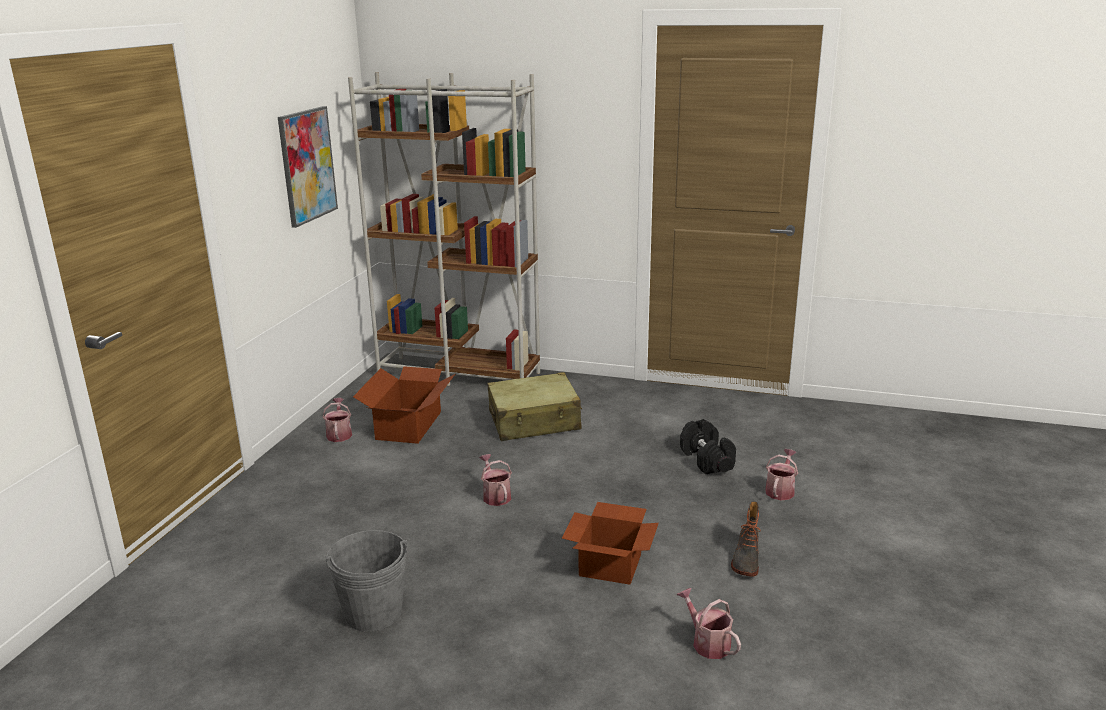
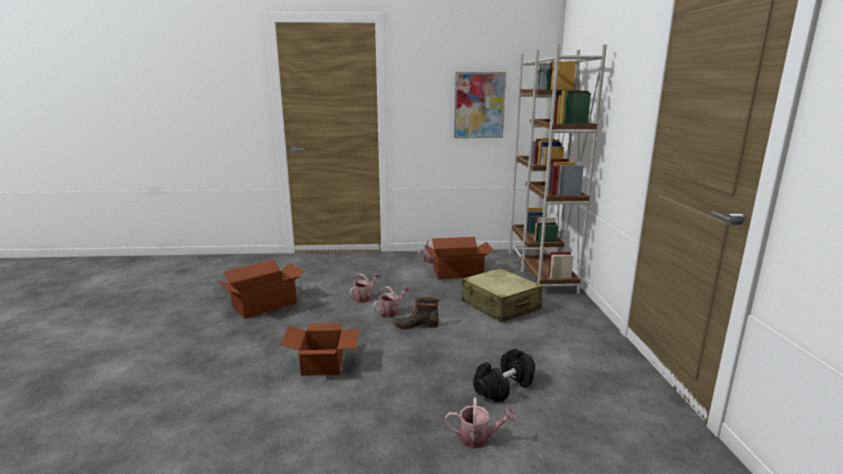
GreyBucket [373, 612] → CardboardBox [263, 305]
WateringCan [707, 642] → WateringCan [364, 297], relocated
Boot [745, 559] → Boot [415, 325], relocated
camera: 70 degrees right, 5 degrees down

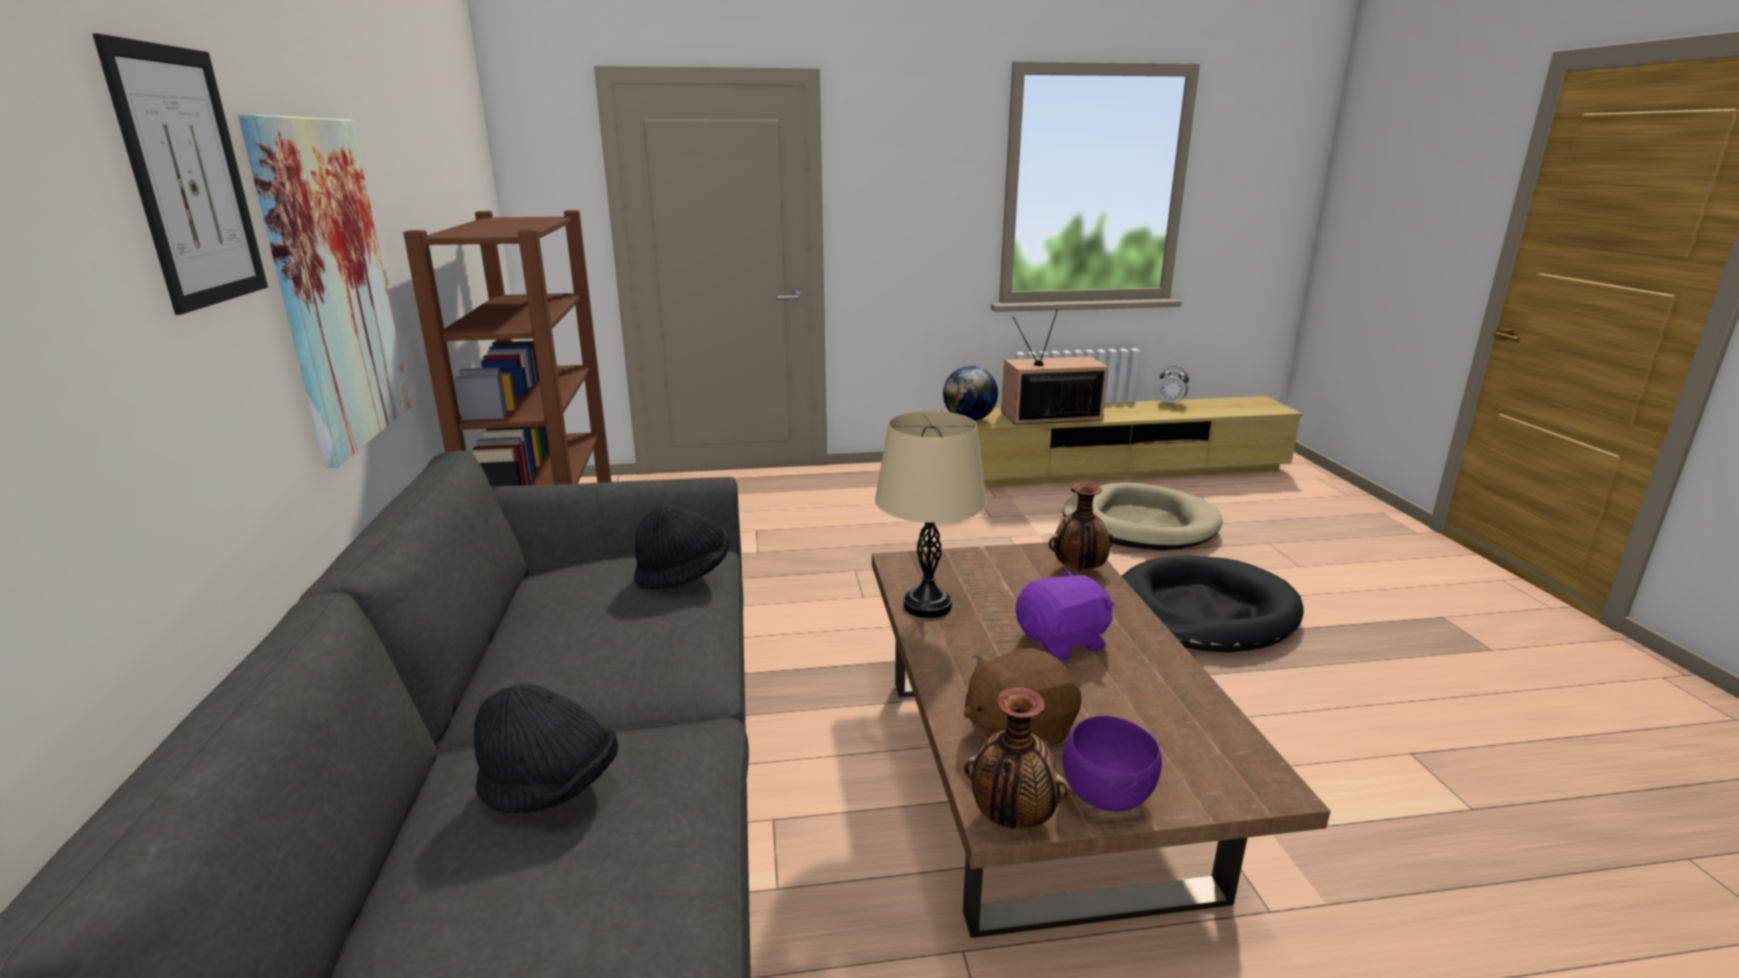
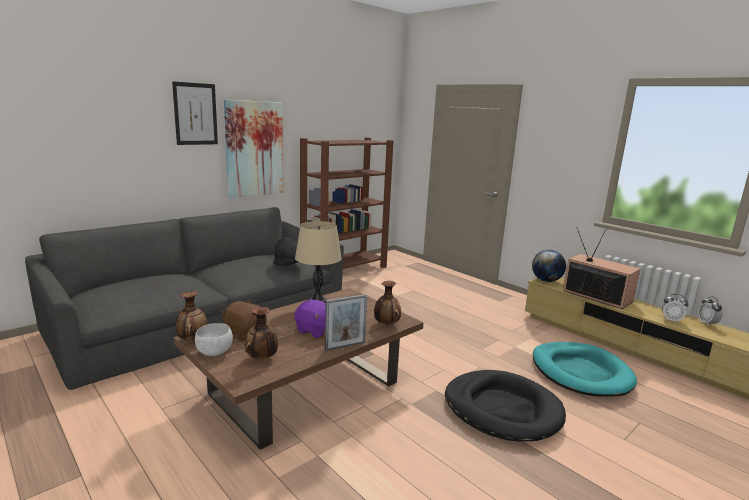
BlackHat [550, 787] → -
BeigeDogBed [1139, 524] → TurquoiseDogBed [580, 372]
PurpleBowl [1108, 796] → WhiteBowl [215, 353]
- → Vase [262, 358]
- → PictureFrame [345, 346]
- → AlarmClock [671, 320]
camera: 55 degrees right, 5 degrees down

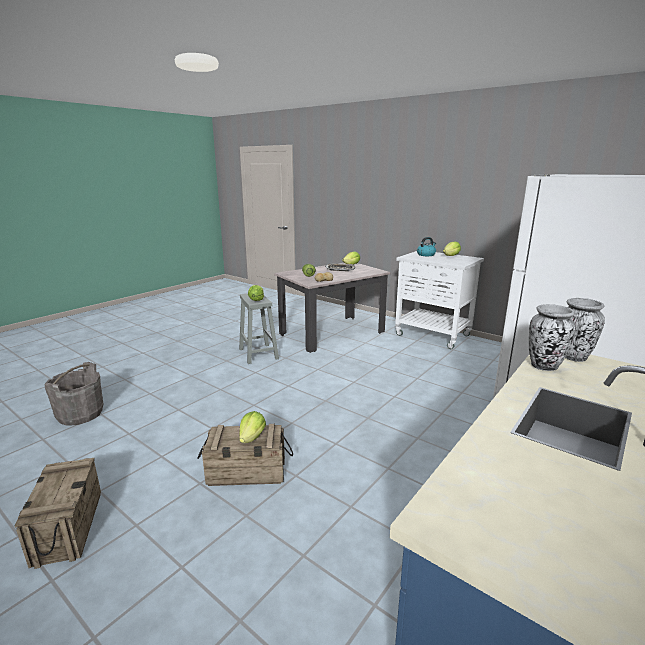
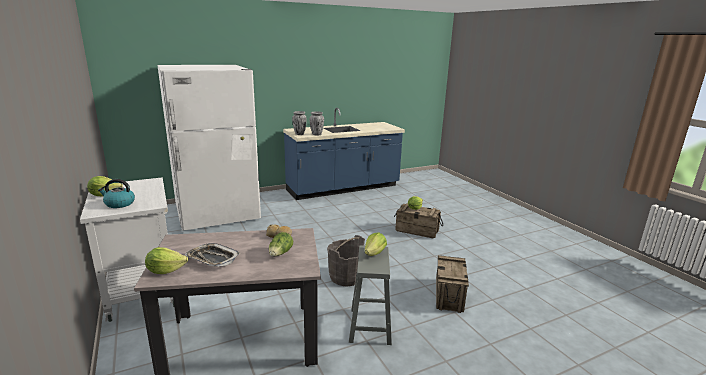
Crate [68, 527] → Crate [449, 295], relocated
GreyBucket [80, 414] → GreyBucket [346, 277], relocated
camera: 155 degrees left, 0 degrees up

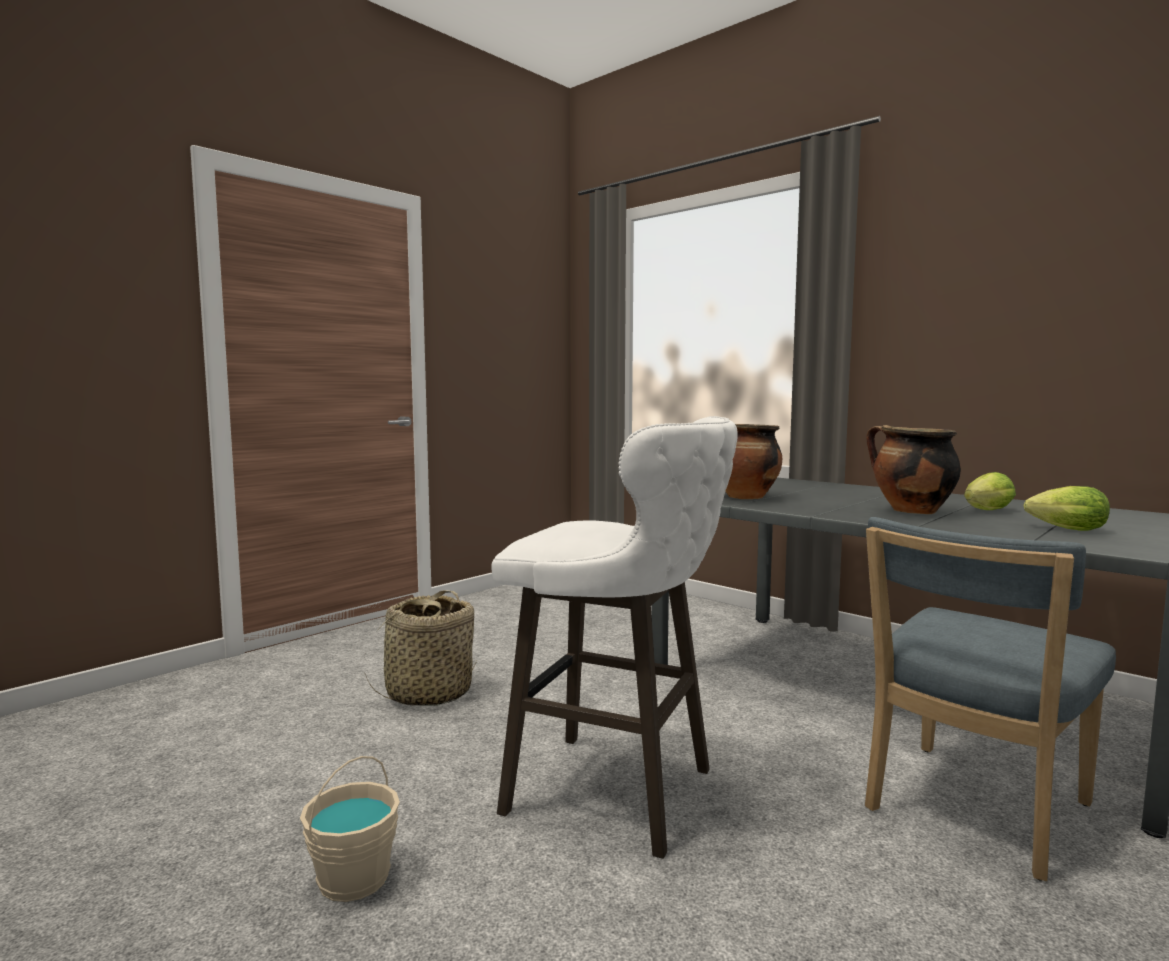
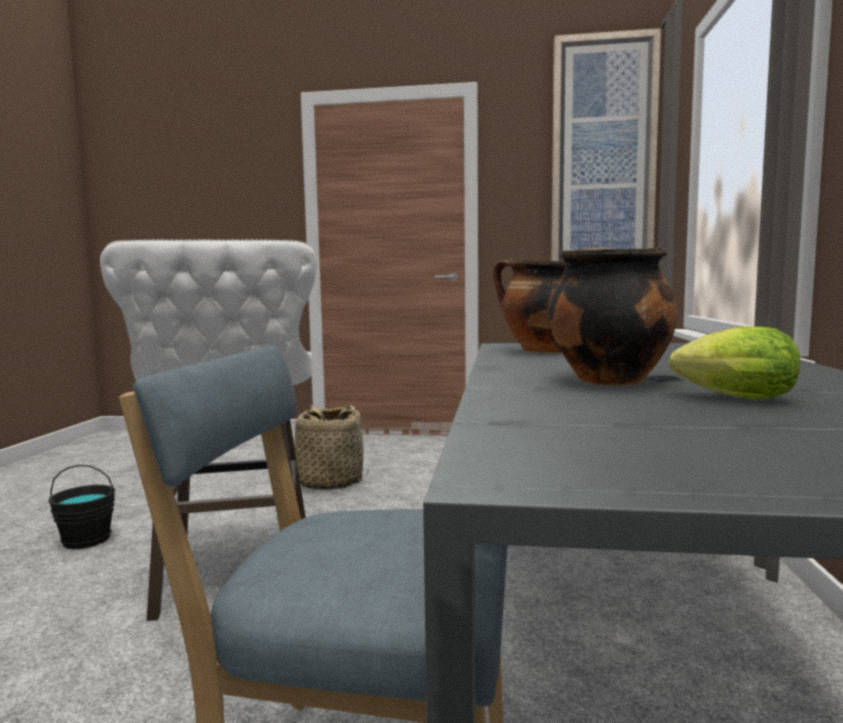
BeigeBucket [353, 878] → BlackBucket [87, 540]
Lettuce [1063, 529] → -
- → Picture [603, 154]
camera: 55 degrees right, 0 degrees up

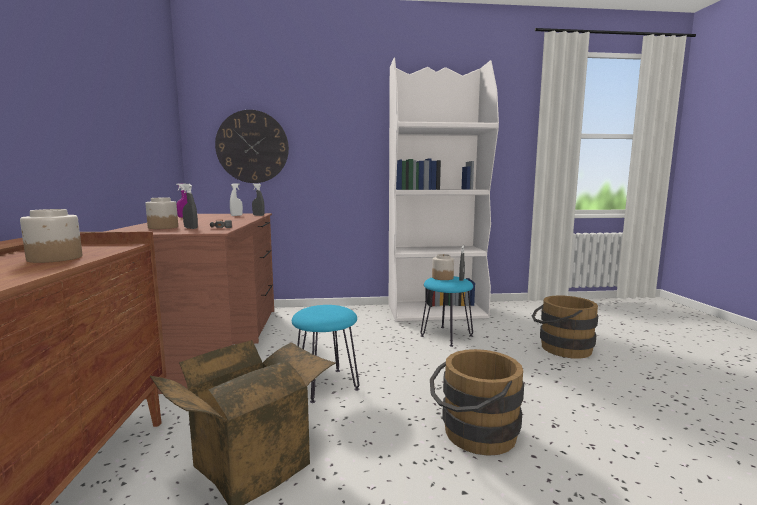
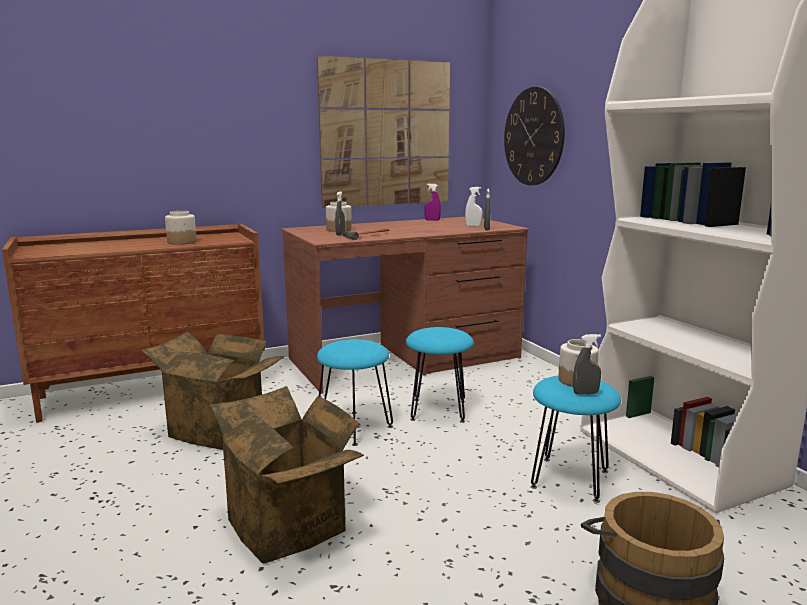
BrownBucket [473, 434] → CardboardBox [292, 524]
- → Picture [386, 133]
- → TurquoiseStool [438, 410]
camera: 70 degrees right, 5 degrees up

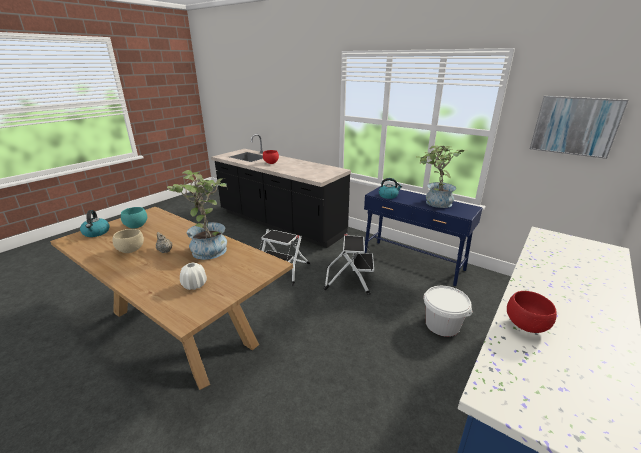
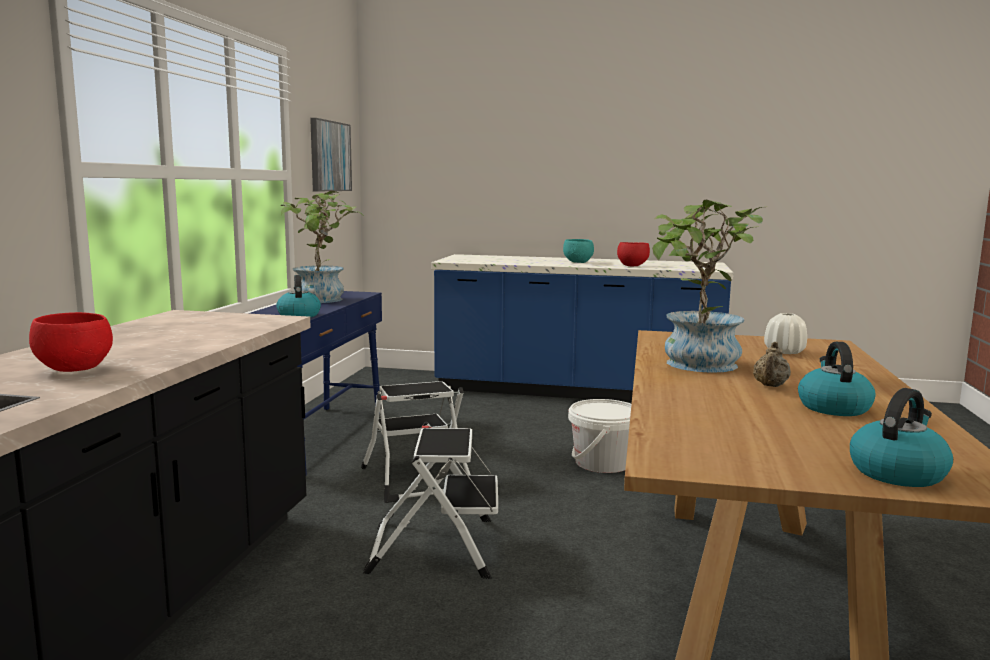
BeigeBowl [131, 250] → Kettle [833, 407]
TurquoiseBowl [136, 226] → TurquoiseBowl [578, 262], relocated
WhiteBucket [442, 325] → WhiteBucket [602, 463], relocated
camera: 115 degrees left, 15 degrees down

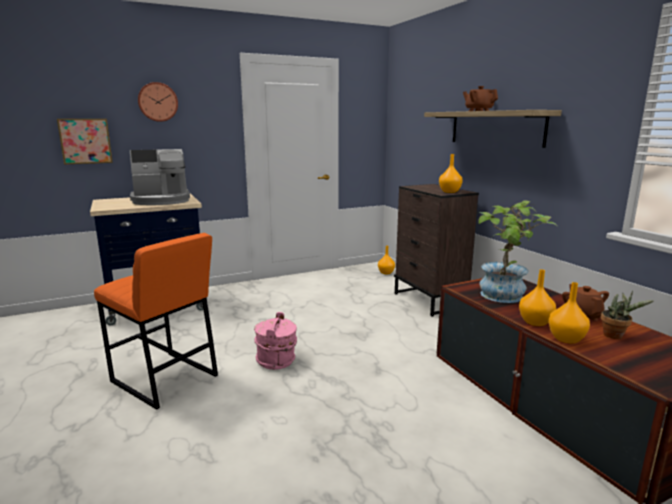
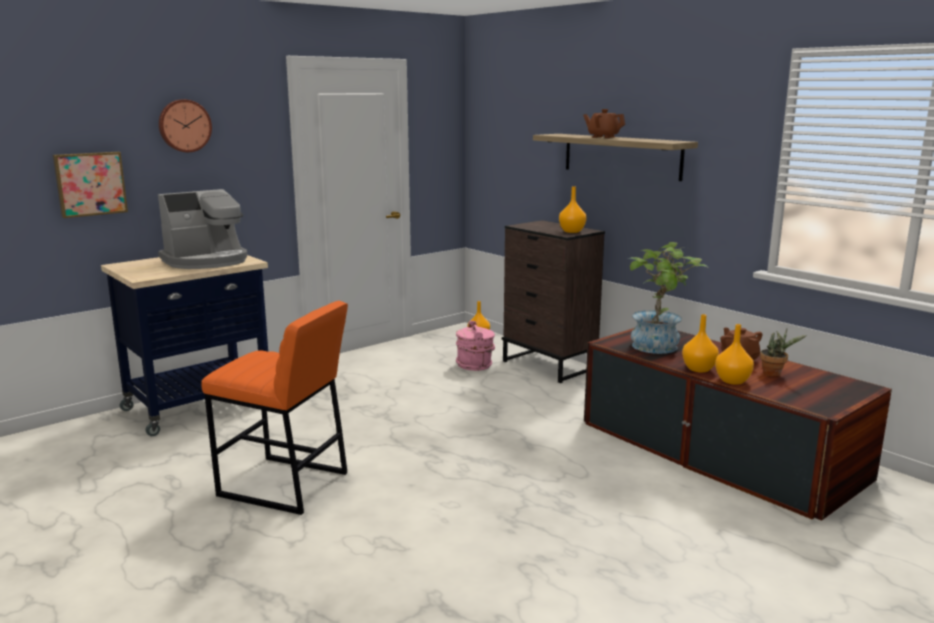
PinkBucket [276, 361] → PinkBucket [475, 365], relocated
camera: 15 degrees left, 0 degrees up

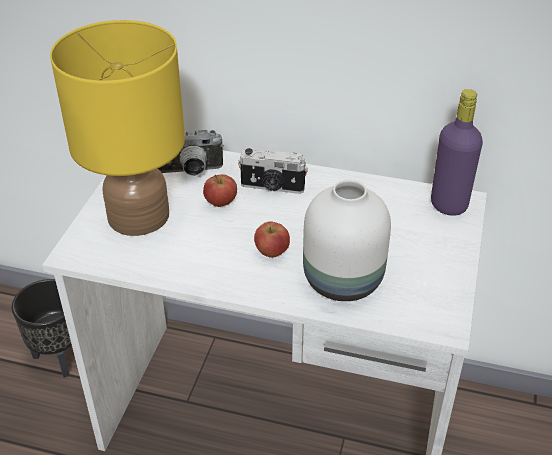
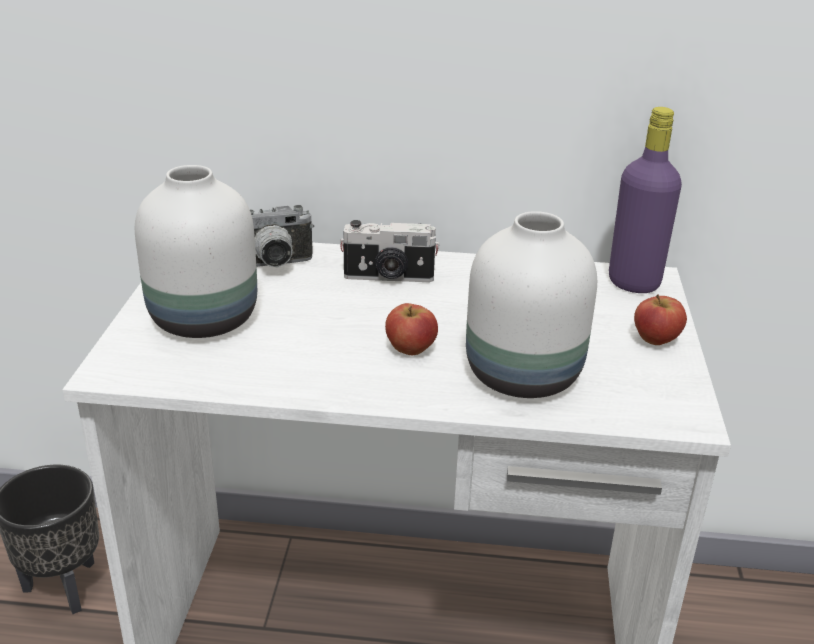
YellowTableLamp [137, 216] → WhiteVase [201, 320]
Apple [221, 203] → Apple [656, 340], relocated
camera: 10 degrees left, 10 degrees down

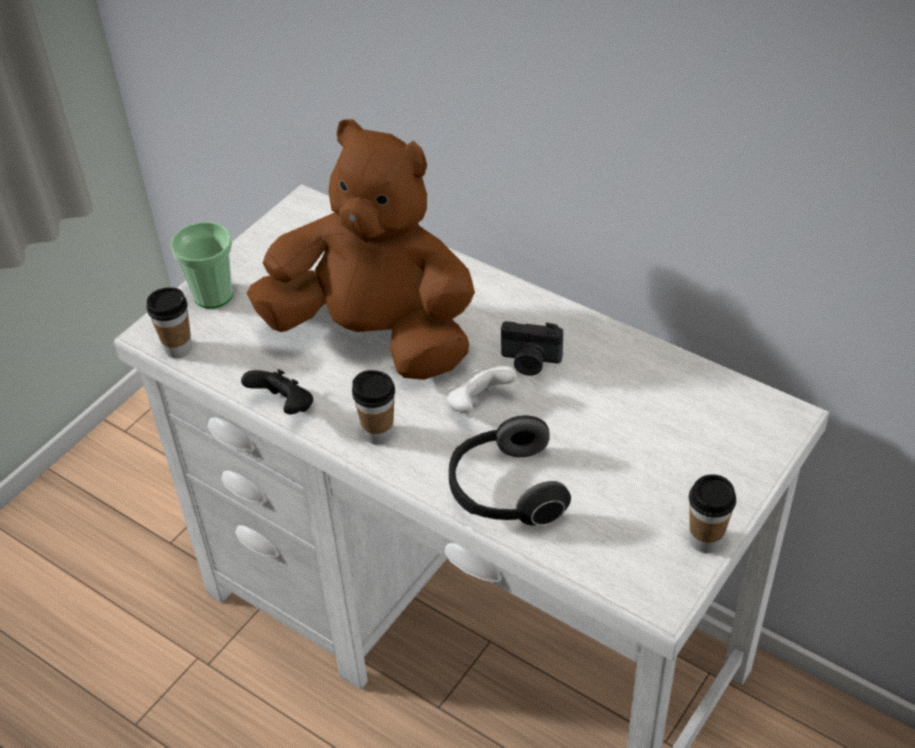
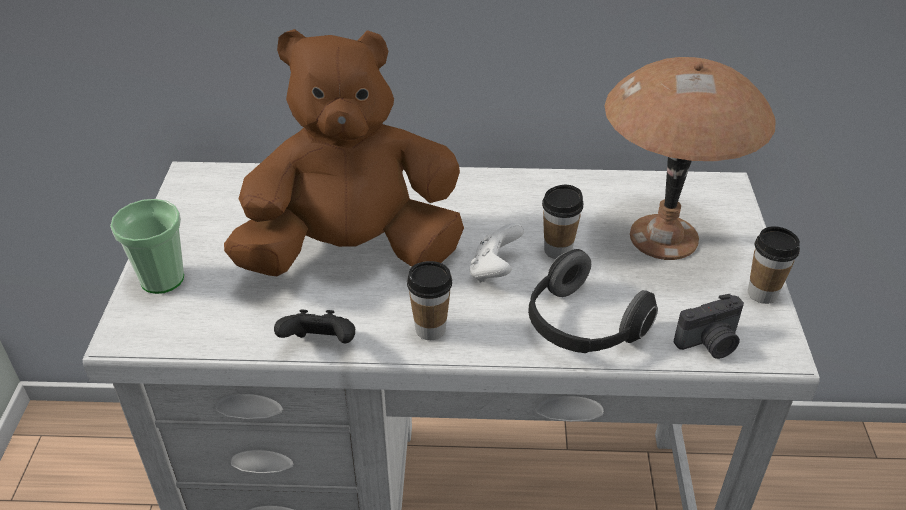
Cup [178, 348] → Cup [558, 250], relocated
PhotoCamera [530, 362] → PhotoCamera [710, 344], relocated
- → BrownTableLamp [663, 238]
camera: 35 degrees left, 5 degrees down

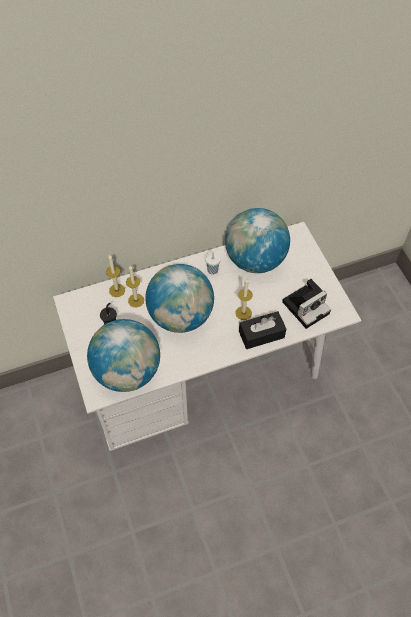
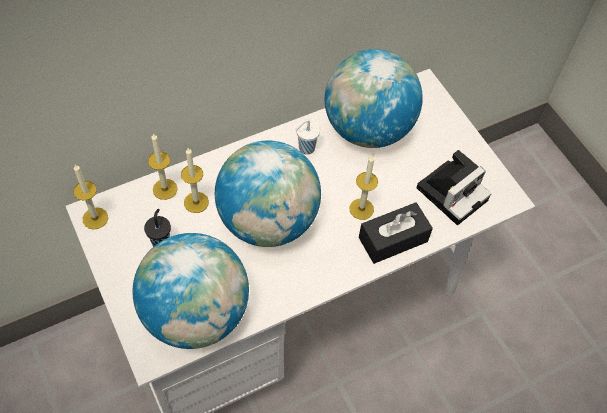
- → Candle [95, 218]
camera: 10 degrees left, 0 degrees up

